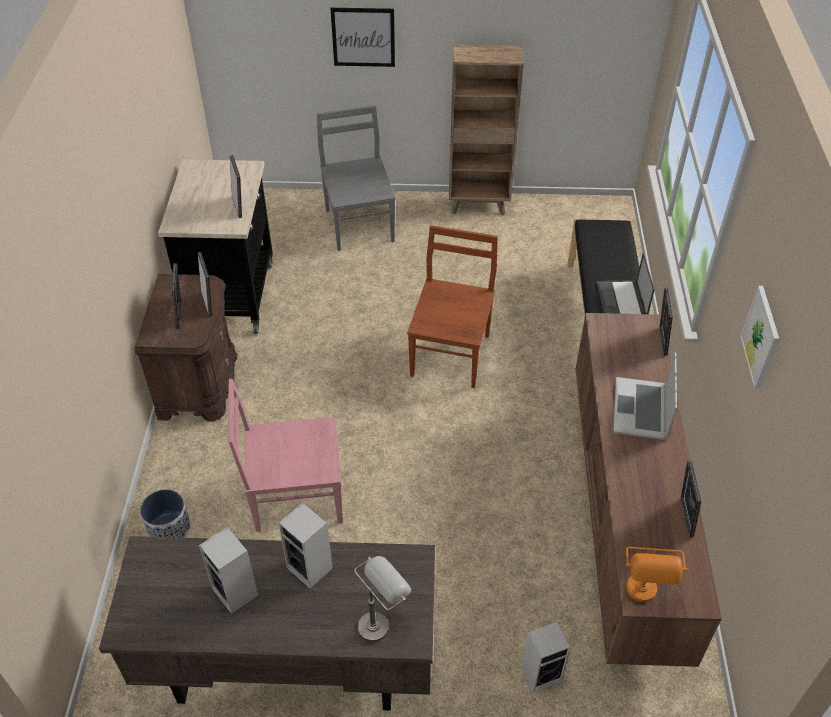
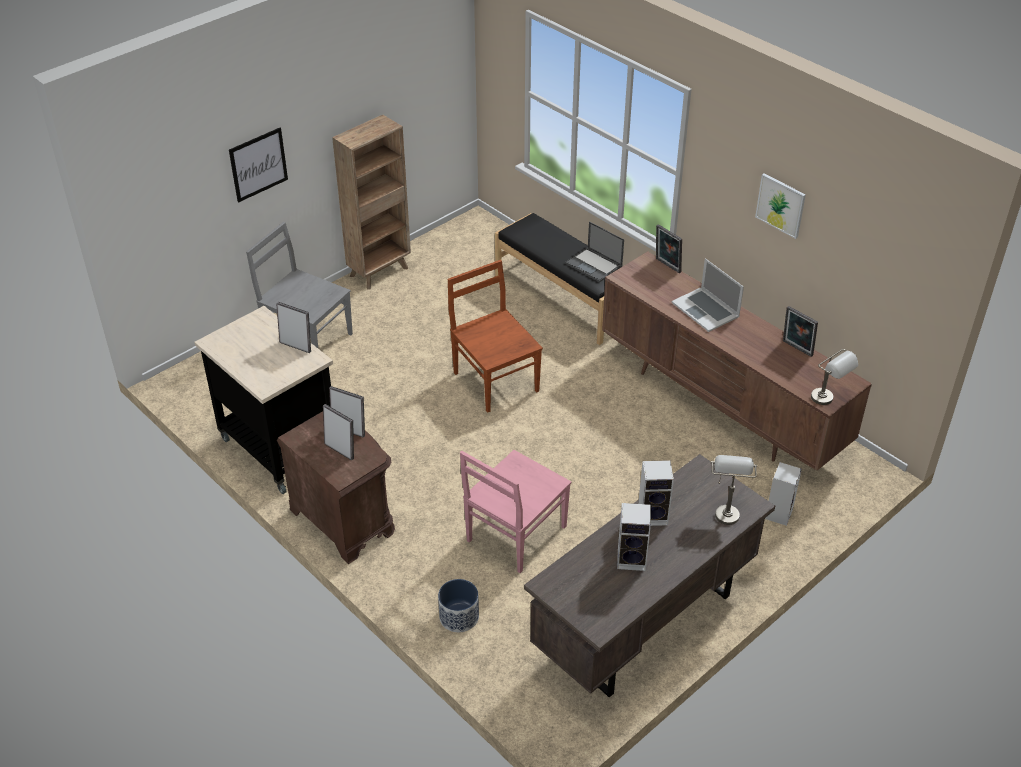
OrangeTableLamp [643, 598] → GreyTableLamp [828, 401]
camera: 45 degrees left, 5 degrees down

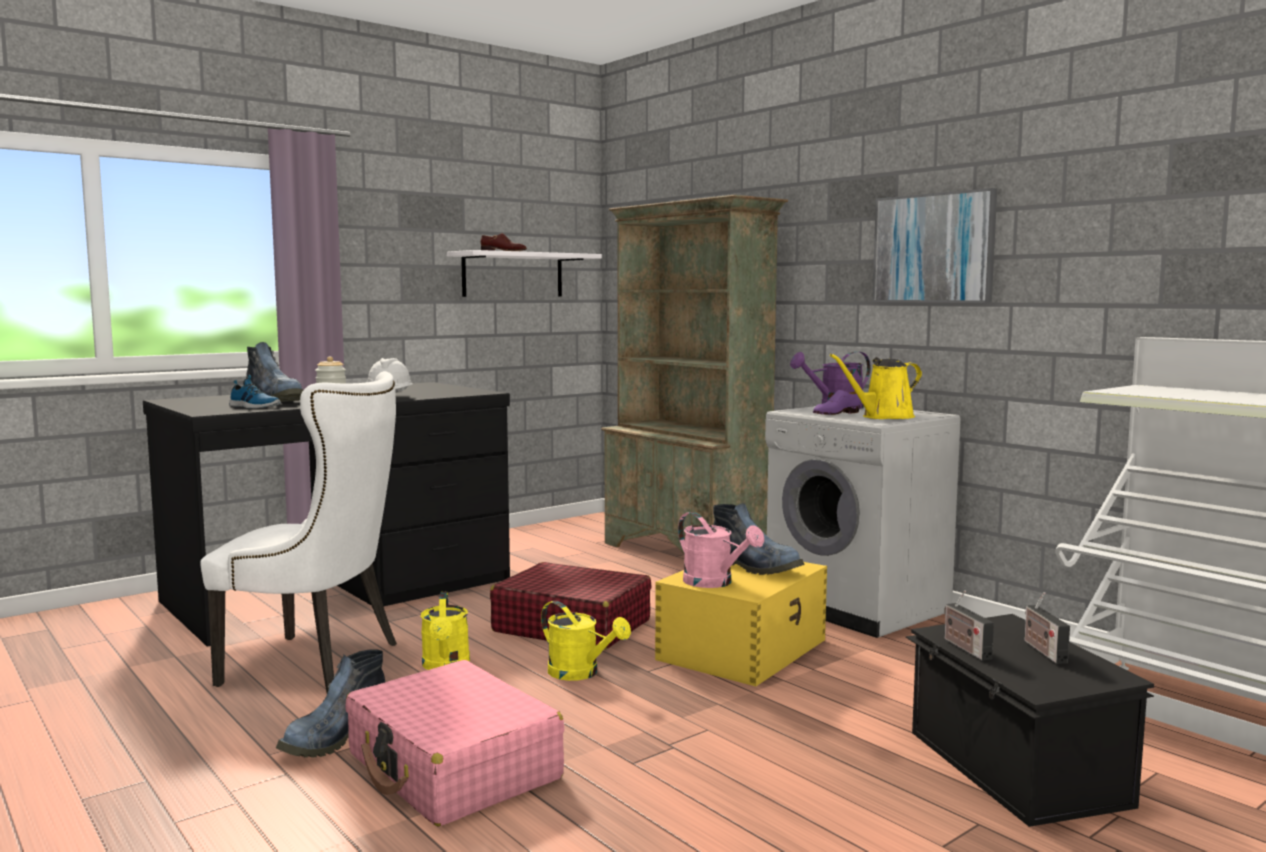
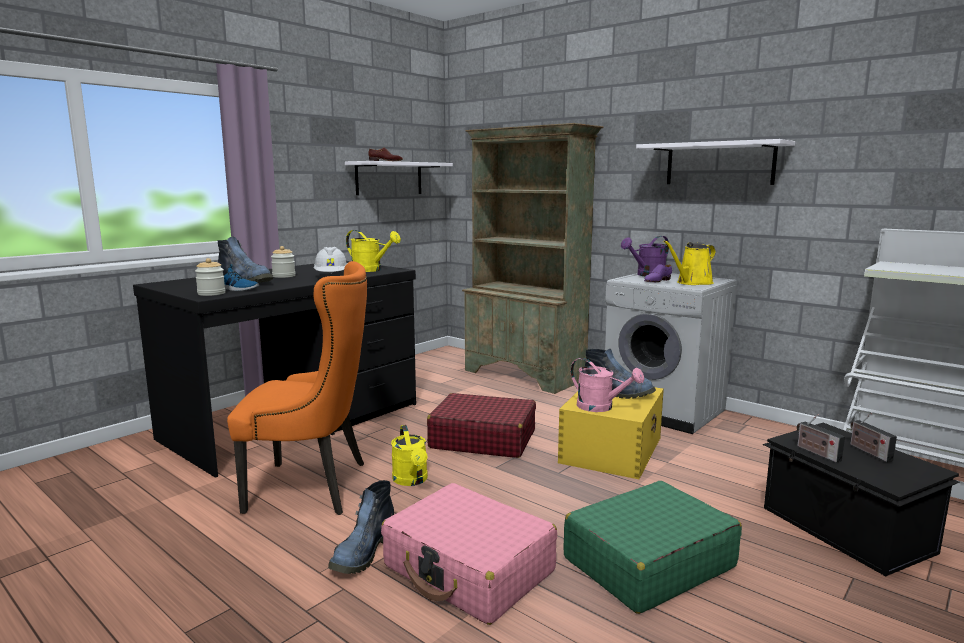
WhiteChair [315, 665] → OrangeChair [311, 487]
YellowWateringCan [580, 673] → YellowWateringCan [371, 270], relocated
Picture [933, 248] → WhiteShelf [719, 164]
- → Jar [211, 293]
- → GreenSuitcase [648, 562]
camera: 10 degrees left, 5 degrees up

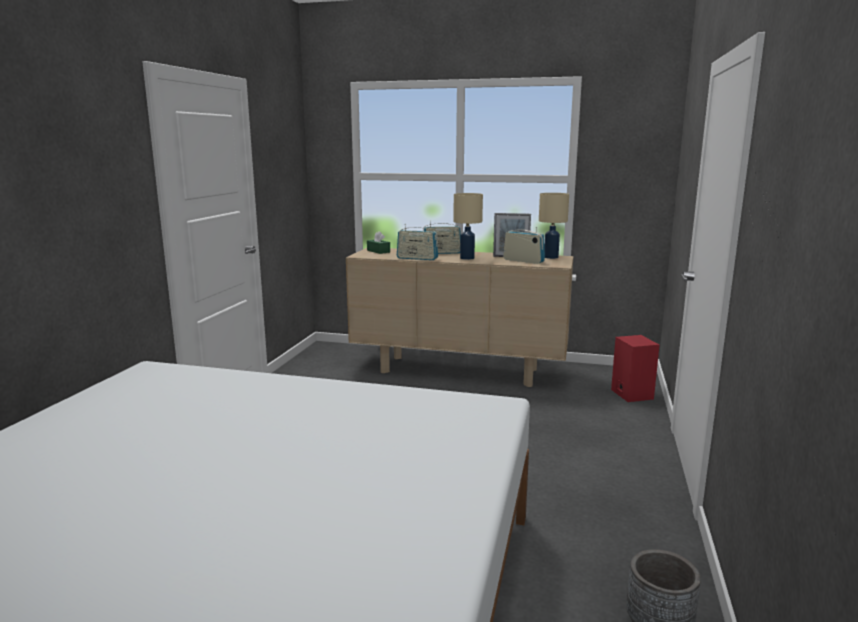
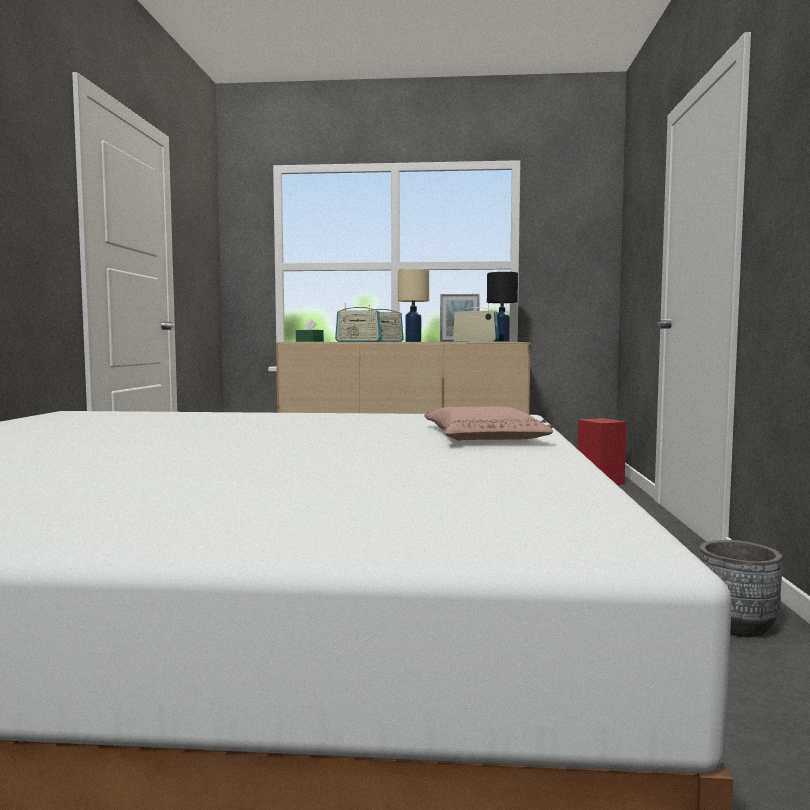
BeigeTableLamp [550, 257] → BlackTableLamp [501, 341]
- → BeigePillow [482, 435]
camera: 10 degrees left, 10 degrees down

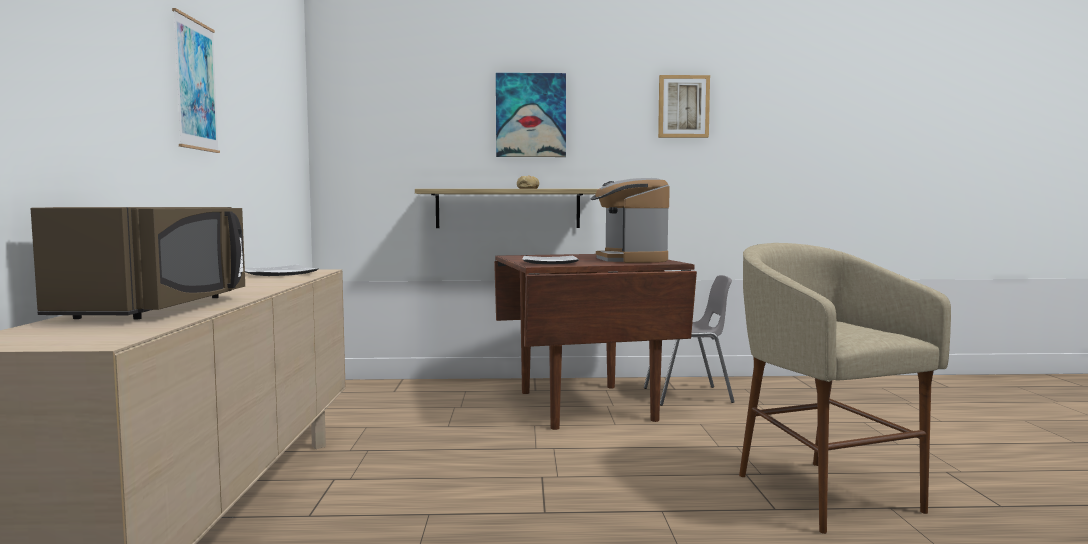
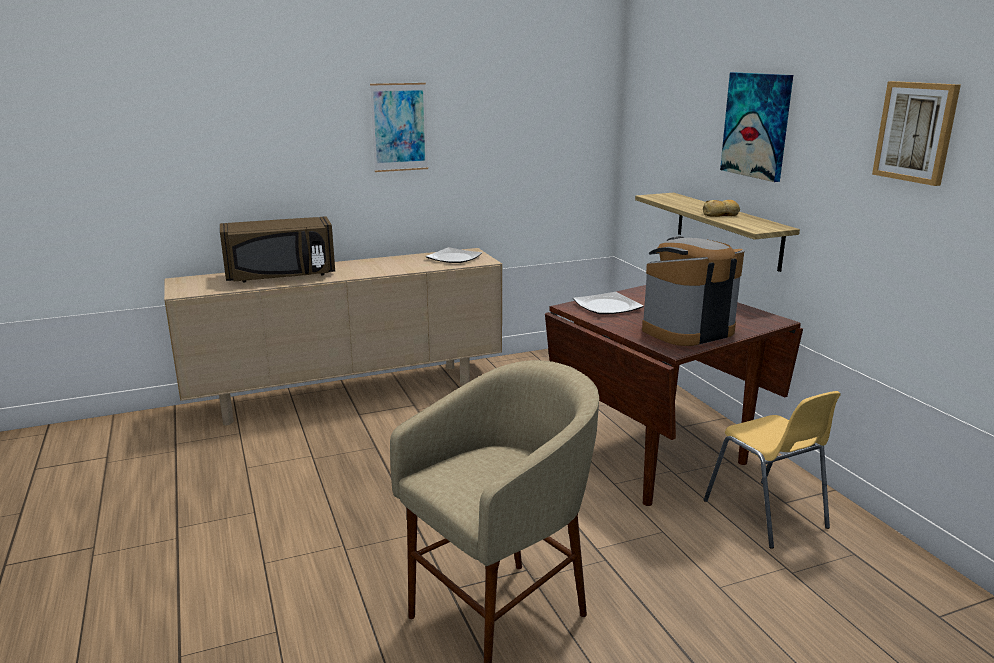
GreyChair [689, 396] → YellowChair [766, 514]
camera: 70 degrees right, 15 degrees up

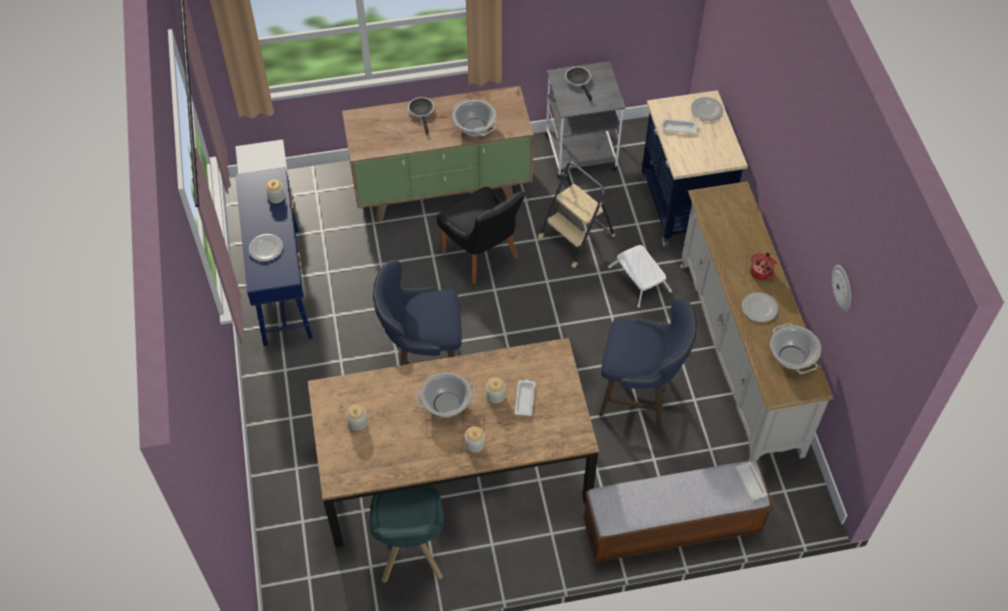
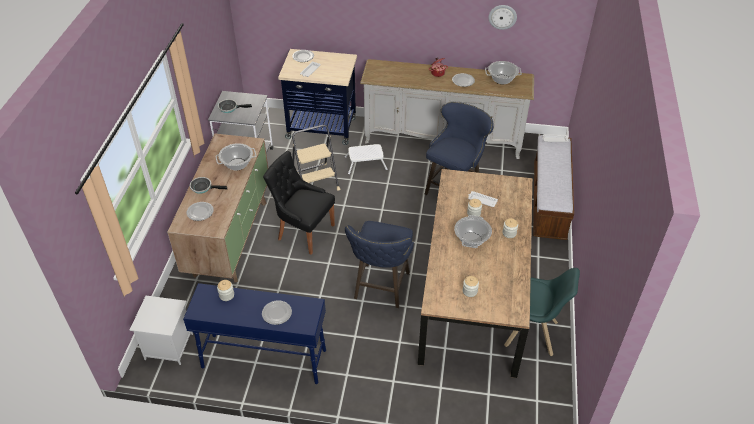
BlackChair [482, 255] → BlackChair [304, 231], 135 degrees counterclockwise
- → Plate [200, 212]
camera: 70 degrees left, 10 degrees down

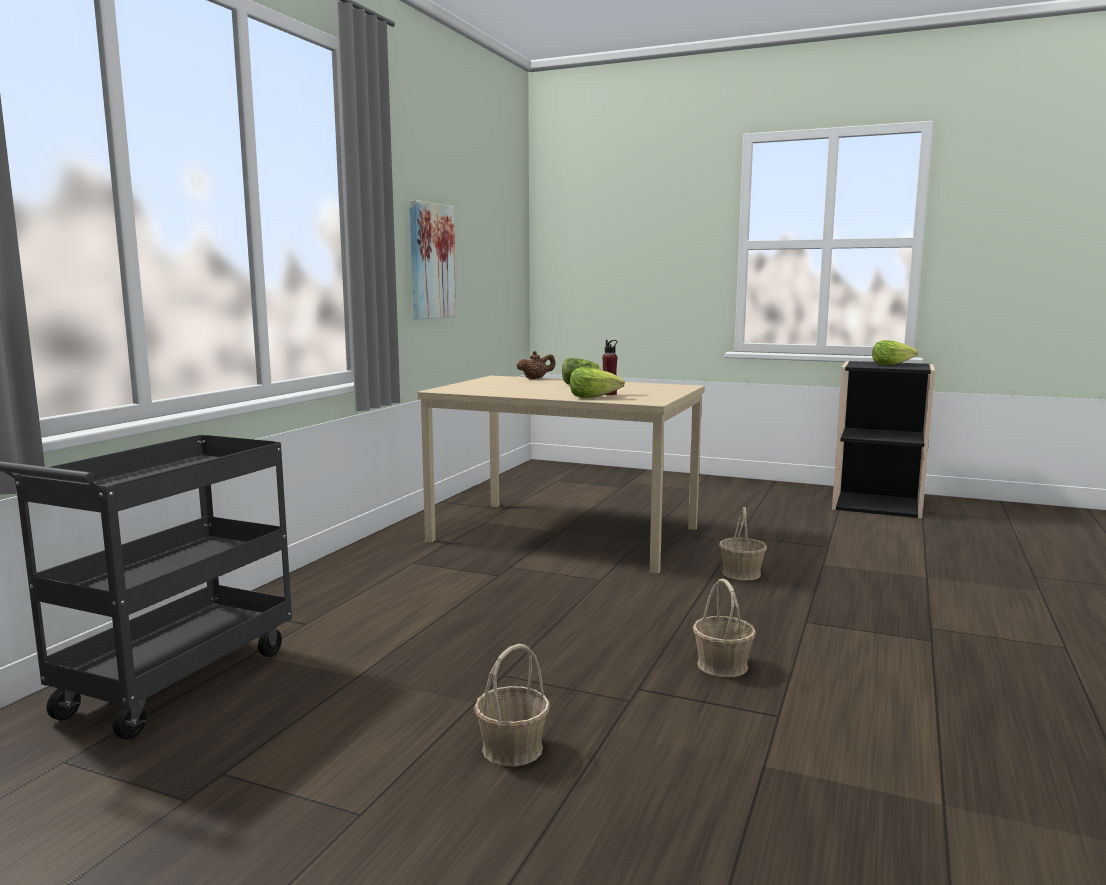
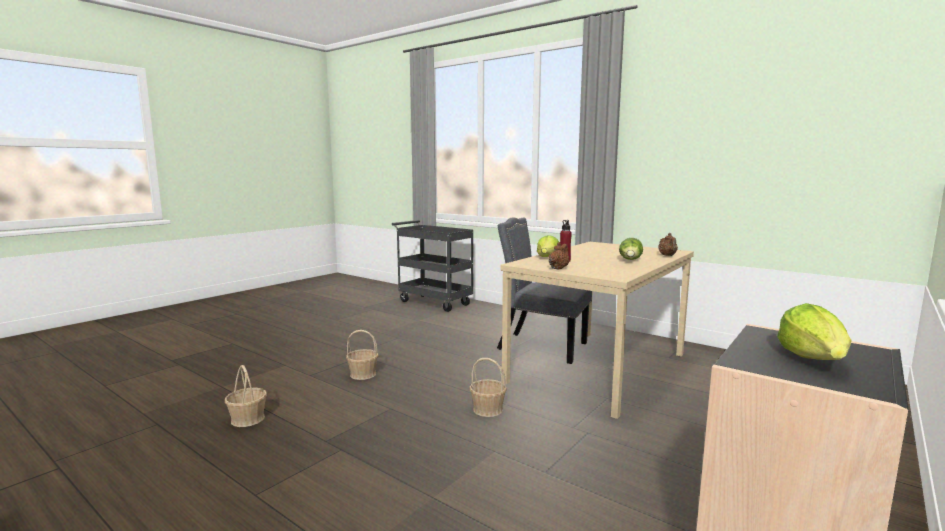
Picture [431, 261] → -
Basket [511, 749] → Basket [248, 419], relocated
- → GreyChair [543, 347]
- → BrownTeapot [558, 268]
camera: 105 degrees right, 0 degrees up

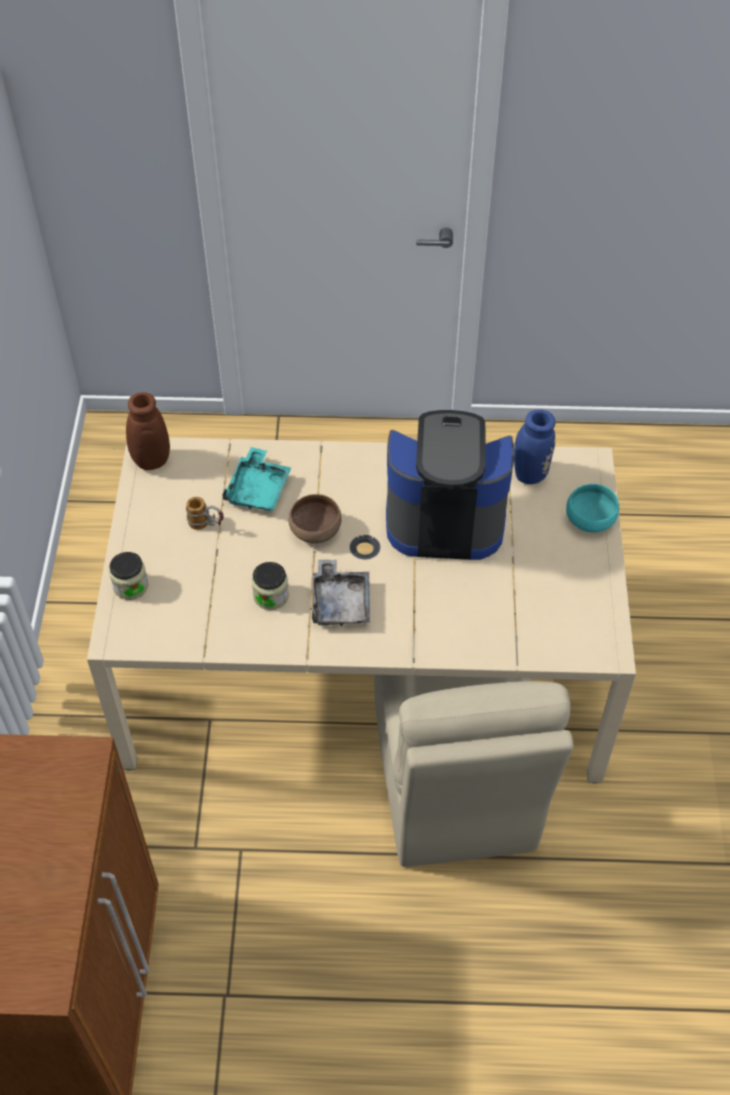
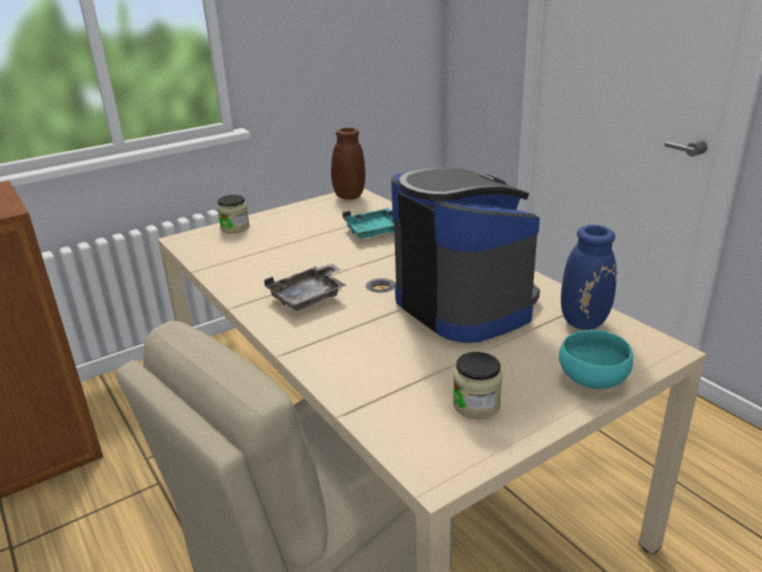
Mug [207, 525] → -
Jar [271, 596] → Jar [476, 404], relocated
BrownBowl [315, 532] → -
camera: 55 degrees right, 25 degrees down

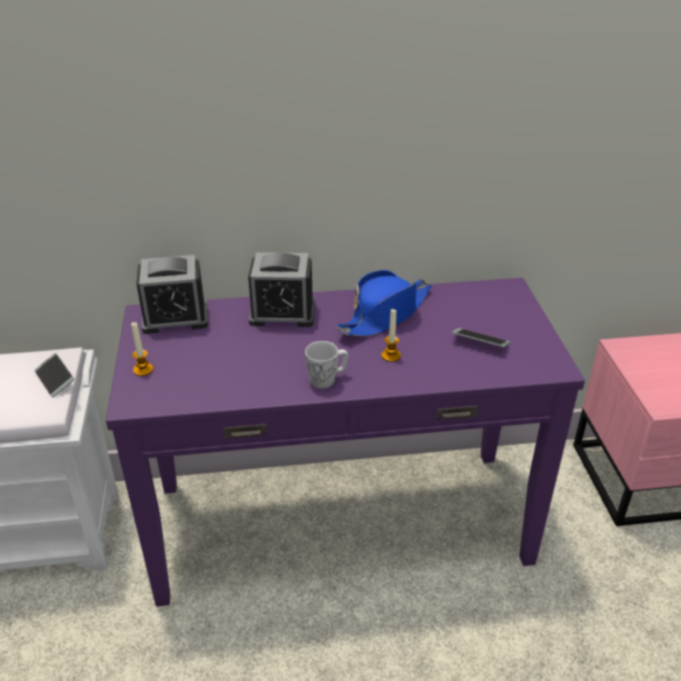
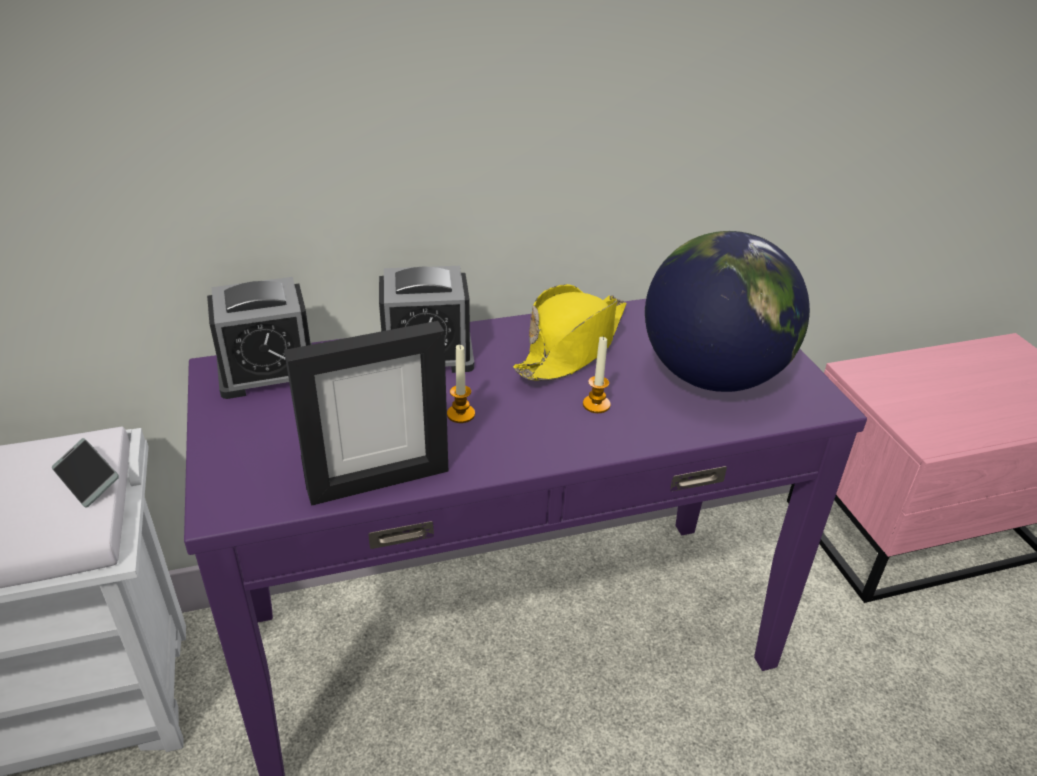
Candle [143, 370] → Candle [461, 414], relocated
WhiteMug [327, 379] → -
BlueHat [386, 314] → YellowHat [572, 346]
Phone [480, 342] → Globe [712, 377]
- → PictureFrame [378, 480]
camera: 10 degrees left, 0 degrees up

